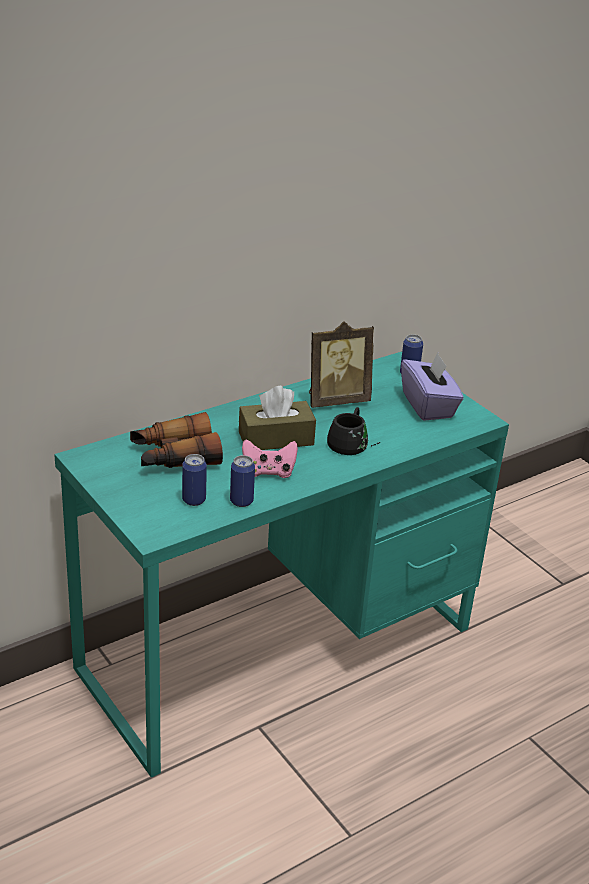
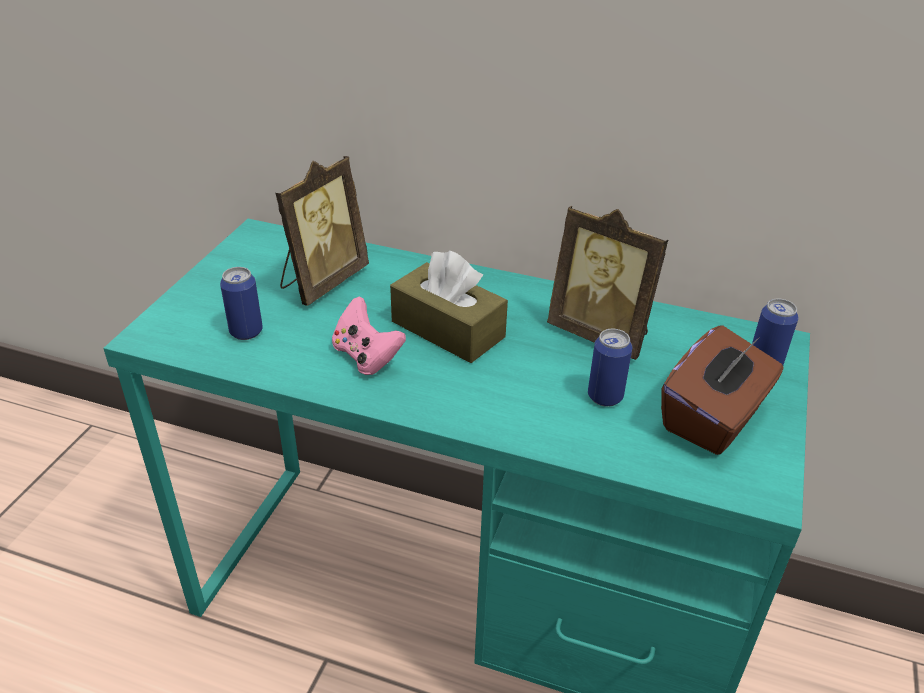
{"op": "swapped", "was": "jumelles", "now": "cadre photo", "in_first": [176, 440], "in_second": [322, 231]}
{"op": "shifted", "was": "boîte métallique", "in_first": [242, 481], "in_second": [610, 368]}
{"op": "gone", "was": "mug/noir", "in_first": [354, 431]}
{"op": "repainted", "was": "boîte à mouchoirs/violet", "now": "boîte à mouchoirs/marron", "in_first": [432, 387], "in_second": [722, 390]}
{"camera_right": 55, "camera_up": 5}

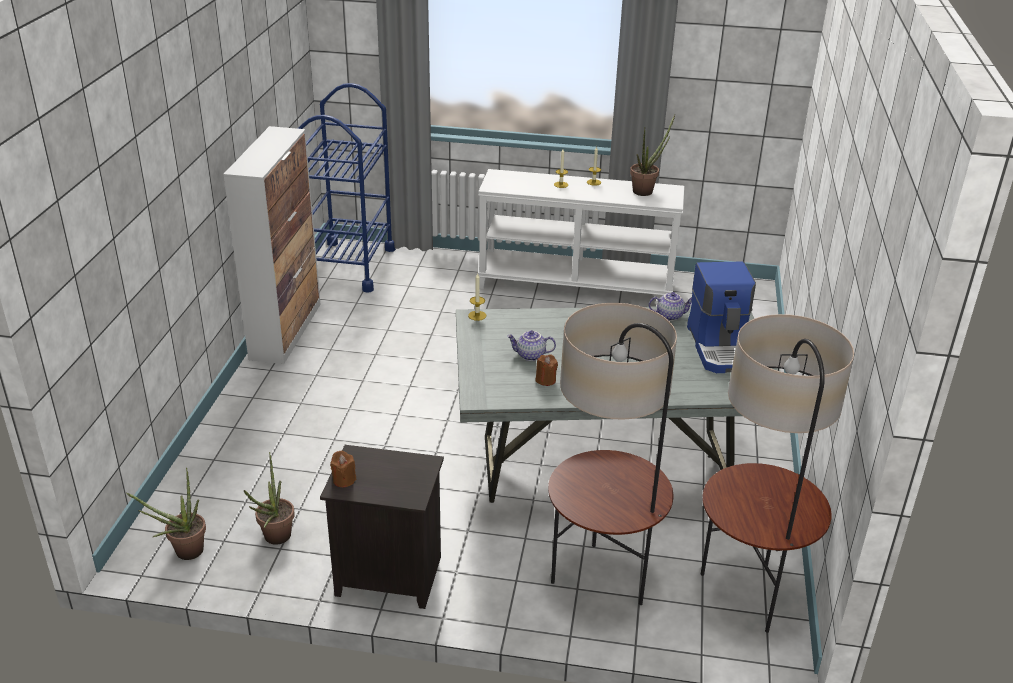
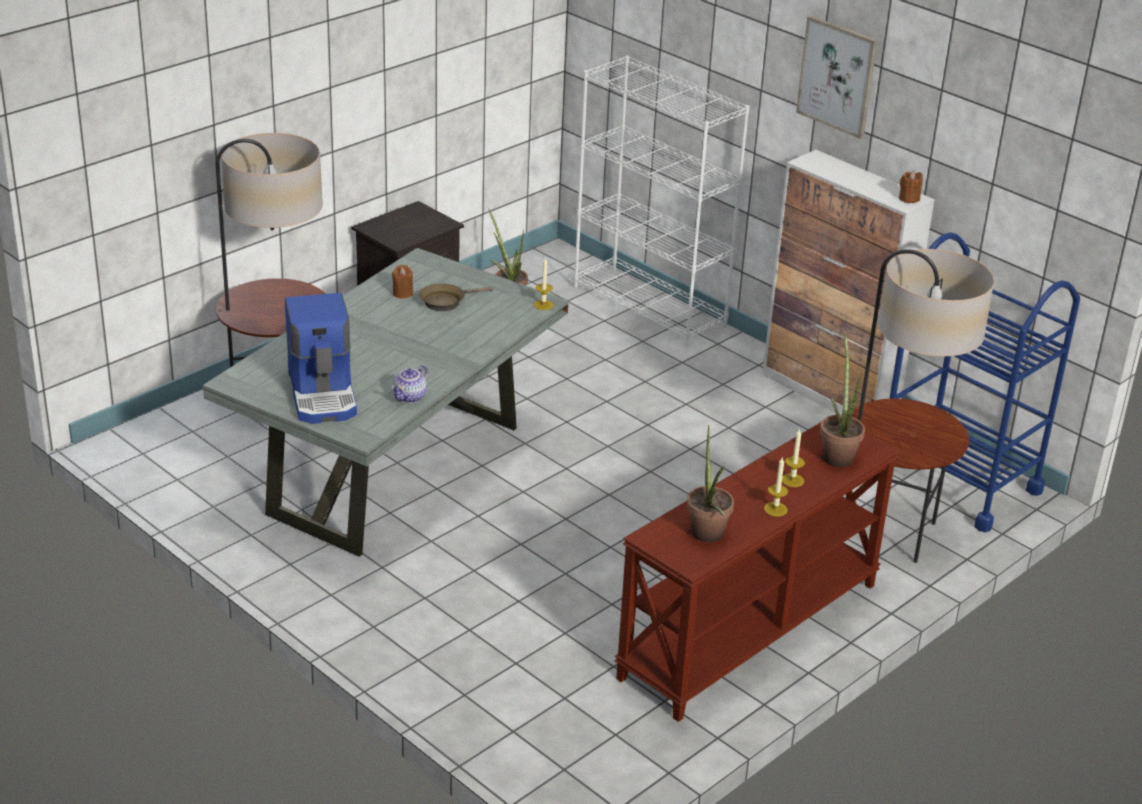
{"op": "shifted", "was": "plante en pot", "in_first": [166, 514], "in_second": [842, 400]}
{"op": "shifted", "was": "bougie/marron", "in_first": [343, 468], "in_second": [911, 187]}
{"op": "repainted", "was": "table console/blanc", "now": "table console/marron", "in_first": [581, 232], "in_second": [757, 572]}
{"op": "swapped", "was": "théière", "now": "poêle/marron", "in_first": [531, 345], "in_second": [456, 297]}
{"op": "rotated", "was": "machine à café", "in_first": [721, 317], "in_second": [321, 358], "clockwise": -135}
{"op": "shifted", "was": "lampadaire", "in_first": [777, 473], "in_second": [920, 406]}
{"op": "new", "now": "bibliothèque/blanc", "in_second": [662, 201]}
{"op": "new", "now": "tableau", "in_second": [837, 77]}
{"camera_right": 125, "camera_up": 0}

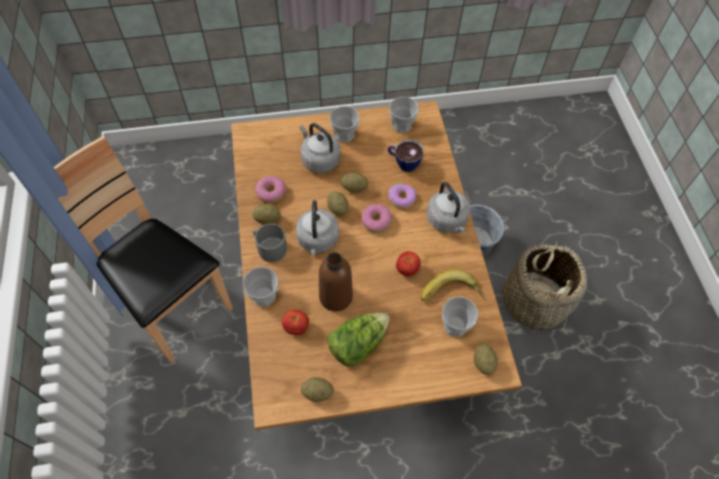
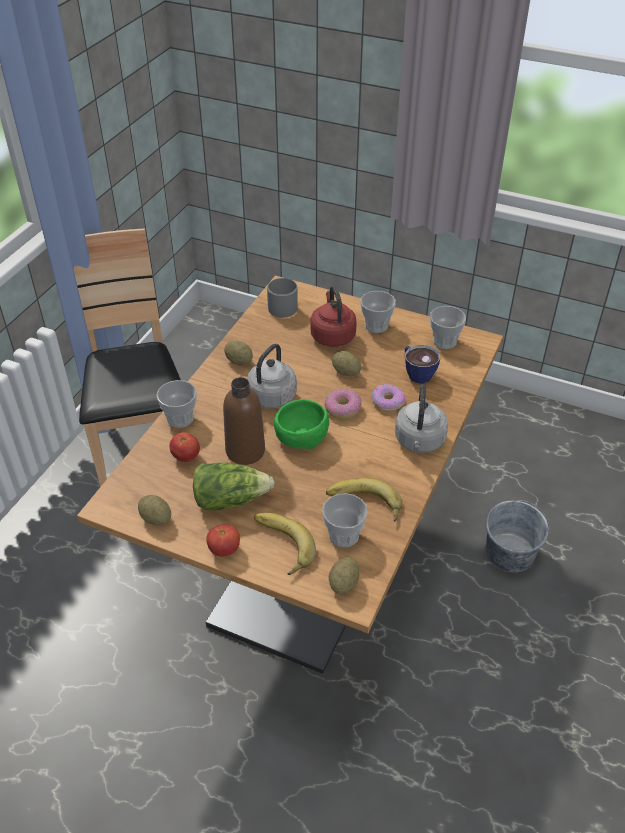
{"op": "shifted", "was": "mug/gris", "in_first": [270, 243], "in_second": [282, 298]}
{"op": "gone", "was": "beignet", "in_first": [270, 189]}
{"op": "repainted", "was": "bouilloire/gris", "now": "bouilloire/rouge", "in_first": [320, 148], "in_second": [333, 316]}
{"op": "gone", "was": "pomme de terre", "in_first": [338, 203]}
{"op": "shifted", "was": "tomate", "in_first": [408, 263], "in_second": [223, 540]}
{"op": "gone", "was": "panier", "in_first": [544, 287]}
{"op": "new", "now": "banane", "in_second": [285, 544]}
{"op": "new", "now": "bol/vert", "in_second": [301, 424]}
{"camera_right": 35, "camera_up": -15}

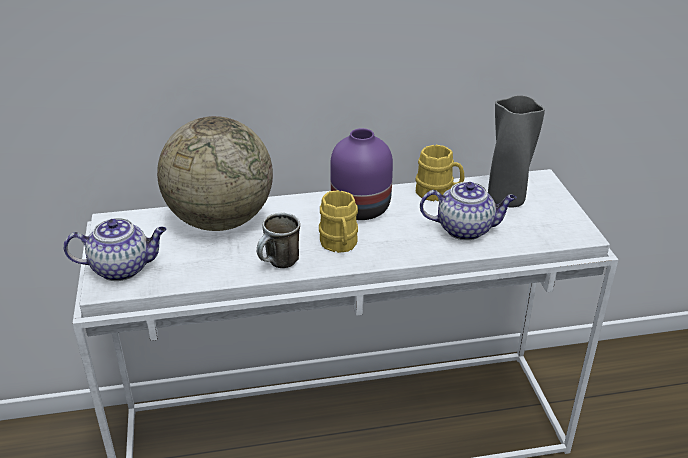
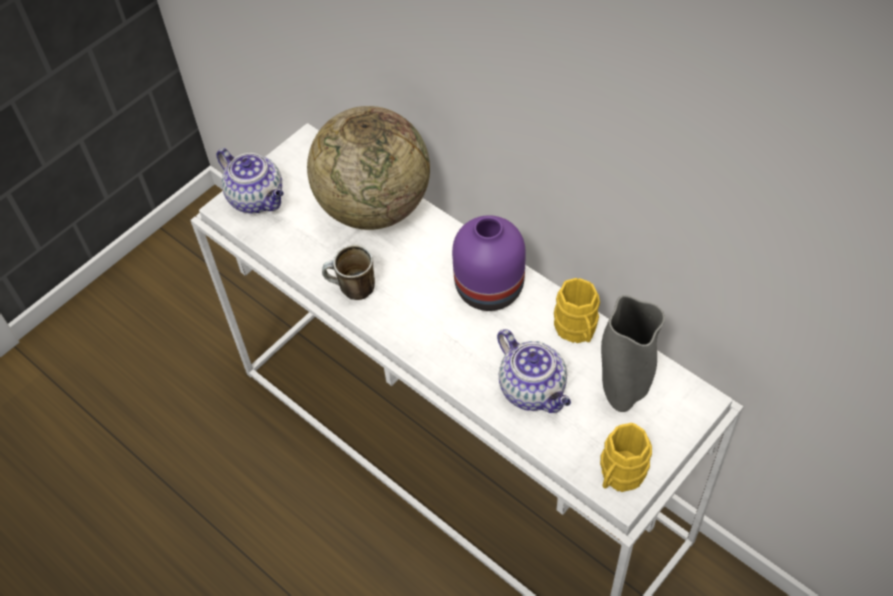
{"op": "shifted", "was": "mug/jaune", "in_first": [338, 221], "in_second": [626, 457]}
{"camera_right": 55, "camera_up": 20}

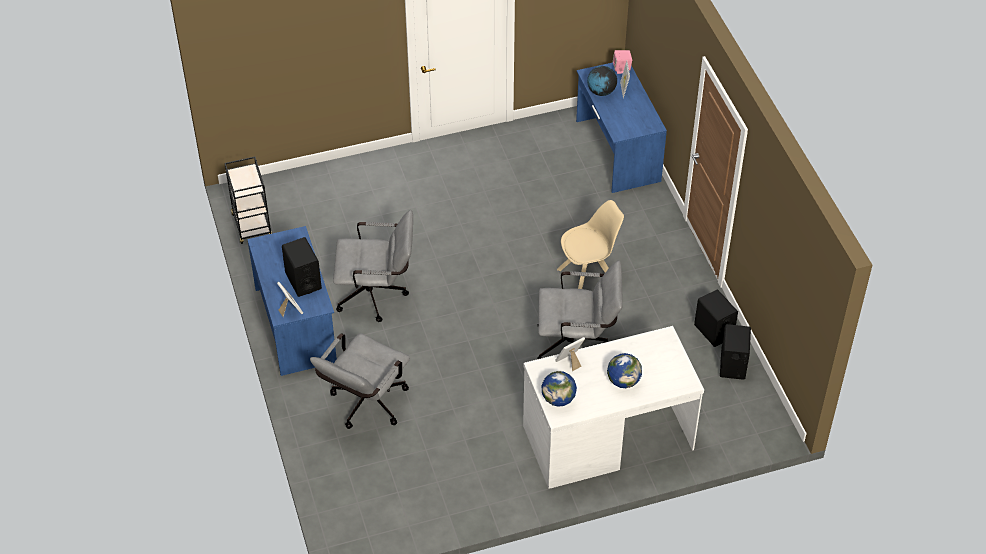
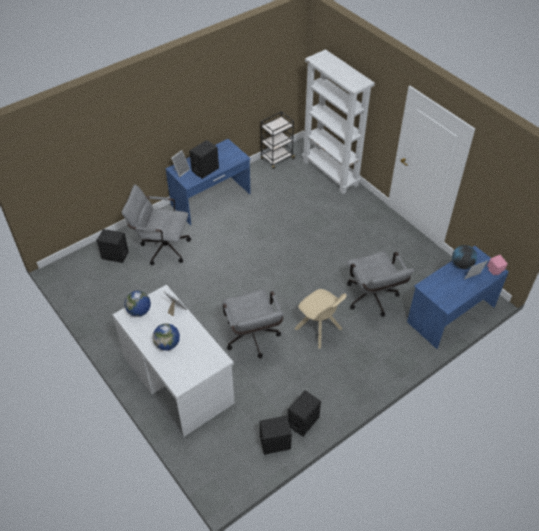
{"op": "shifted", "was": "chaise de bureau/gris", "in_first": [373, 266], "in_second": [381, 283]}
{"op": "new", "now": "enceinte/noir", "in_second": [112, 246]}
{"op": "new", "now": "bibliothèque/blanc", "in_second": [338, 121]}
{"camera_right": 70, "camera_up": 0}

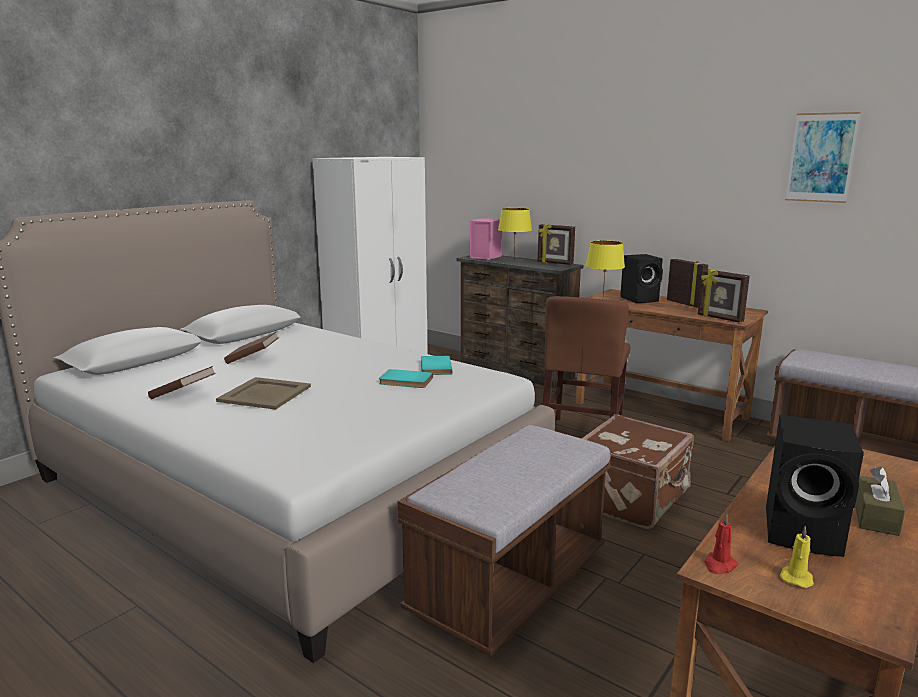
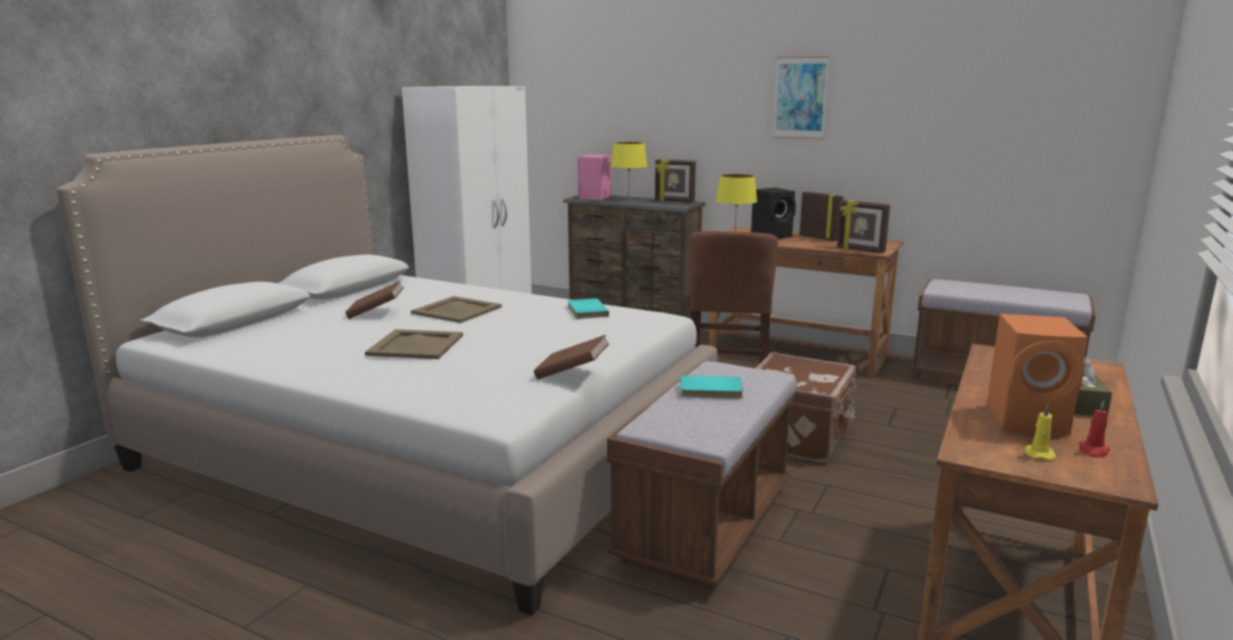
{"op": "shifted", "was": "livre/marron", "in_first": [182, 382], "in_second": [572, 357]}
{"op": "shifted", "was": "livre/turquoise", "in_first": [406, 378], "in_second": [711, 387]}
{"op": "shifted", "was": "bougie/rouge", "in_first": [721, 544], "in_second": [1094, 429]}
{"op": "repainted", "was": "enceinte/noir", "now": "enceinte/orange", "in_first": [815, 486], "in_second": [1037, 375]}
{"op": "shifted", "was": "tableau", "in_first": [823, 157], "in_second": [801, 97]}
{"op": "new", "now": "plateau/beige", "in_second": [456, 309]}
{"camera_right": -10, "camera_up": 0}

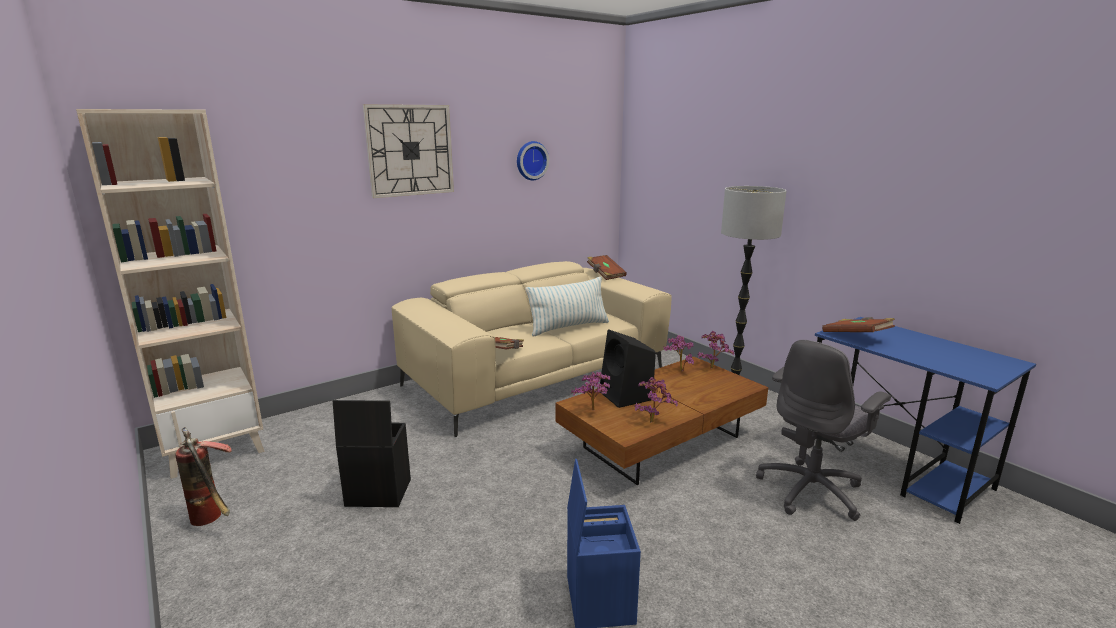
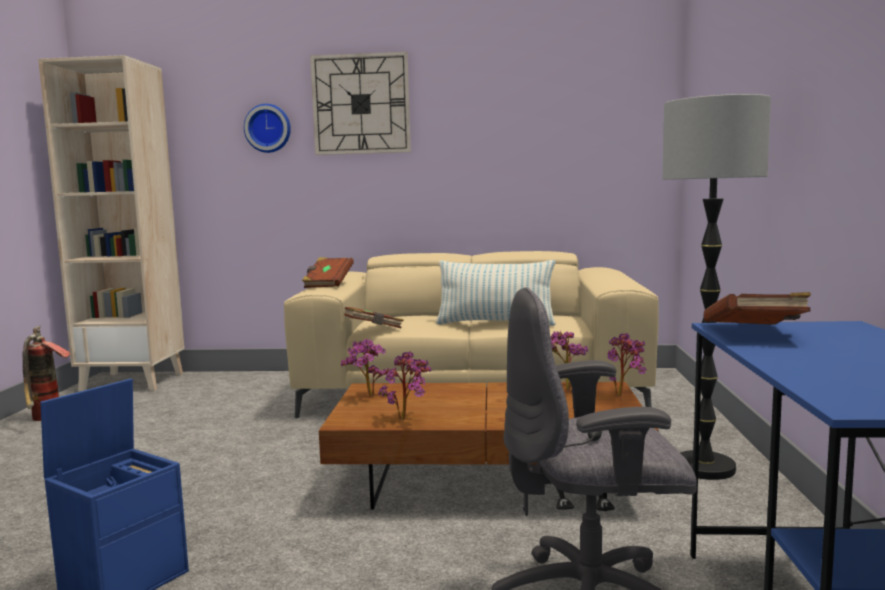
{"op": "gone", "was": "boîte de rangement/noir", "in_first": [372, 453]}
{"op": "shifted", "was": "horloge murale", "in_first": [533, 160], "in_second": [267, 128]}
{"op": "shifted", "was": "livre/marron", "in_first": [607, 267], "in_second": [328, 272]}
{"op": "gone", "was": "enceinte/noir", "in_first": [628, 368]}
{"camera_right": 40, "camera_up": -10}

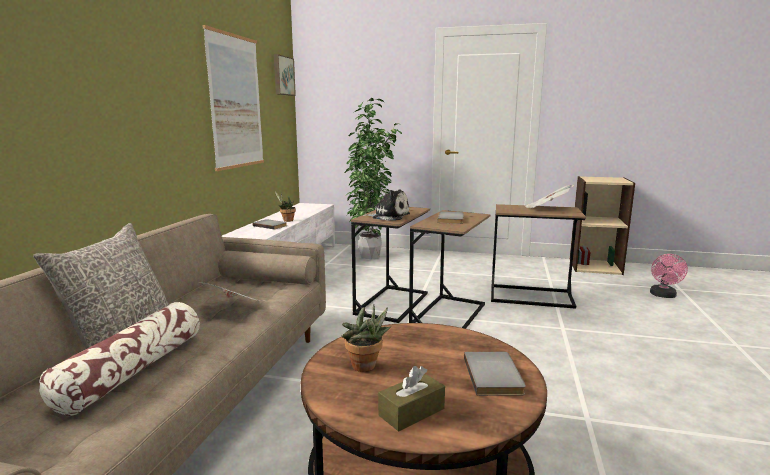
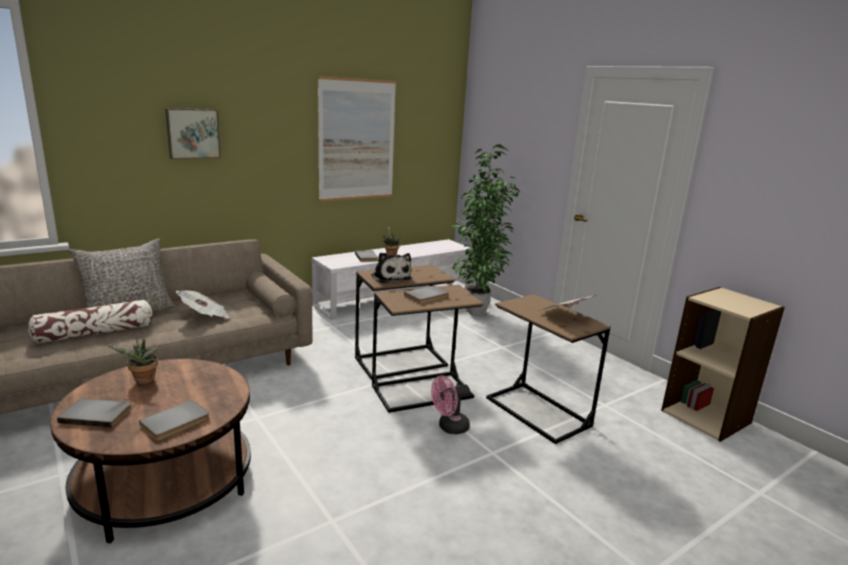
{"op": "shifted", "was": "tableau", "in_first": [285, 75], "in_second": [193, 133]}
{"op": "swapped", "was": "boîte à mouchoirs/marron", "now": "livre/gris", "in_first": [411, 398], "in_second": [94, 413]}
{"op": "shifted", "was": "ventilateur/rose", "in_first": [669, 276], "in_second": [450, 404]}
{"camera_right": 40, "camera_up": 5}

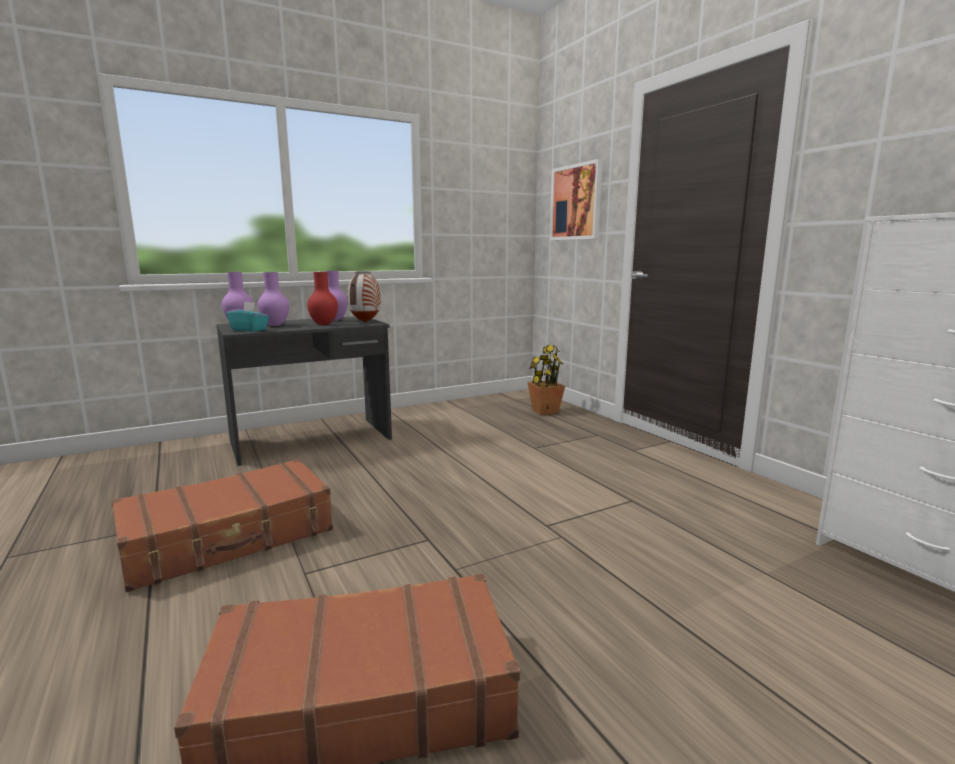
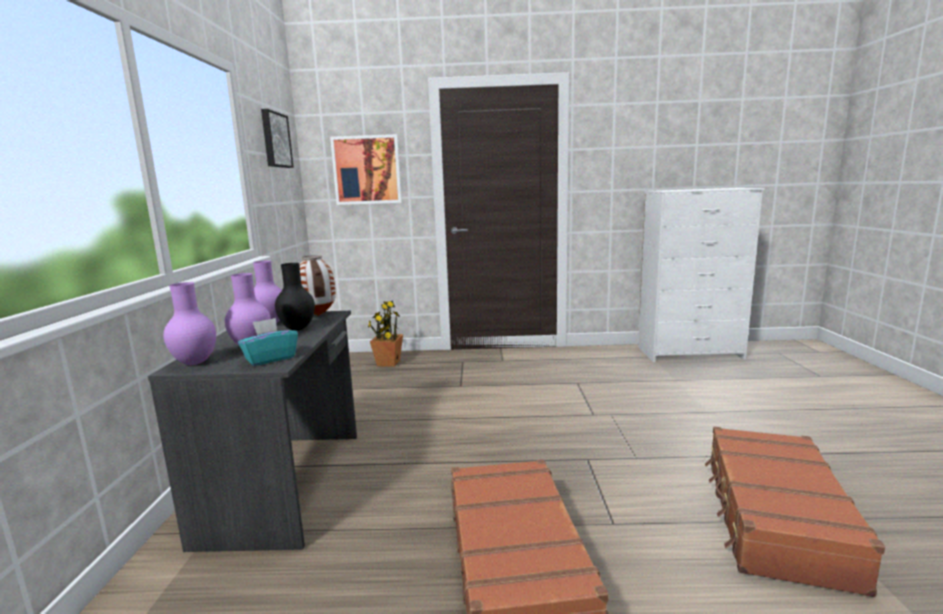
{"op": "repainted", "was": "vase/rouge", "now": "vase/noir", "in_first": [322, 298], "in_second": [295, 297]}
{"op": "new", "now": "tableau", "in_second": [277, 138]}
{"camera_right": -60, "camera_up": 0}

